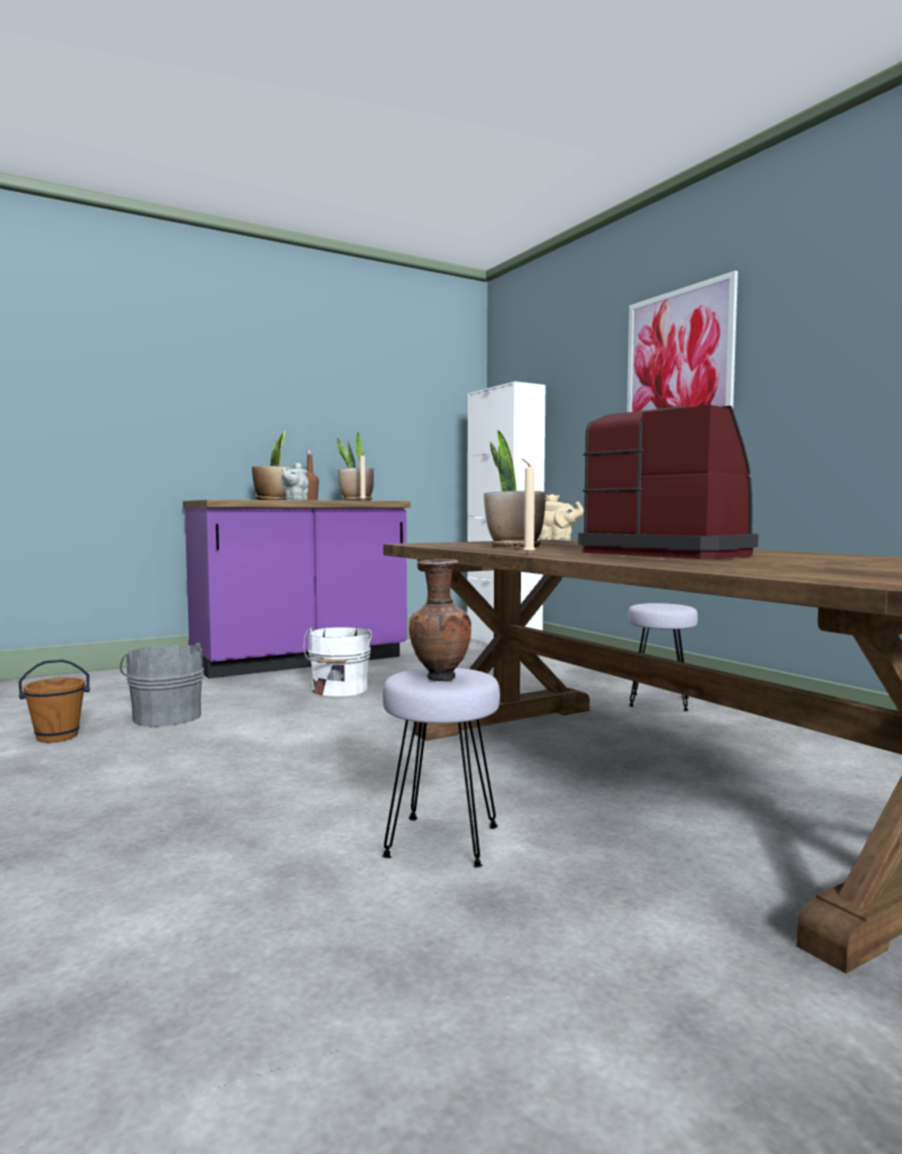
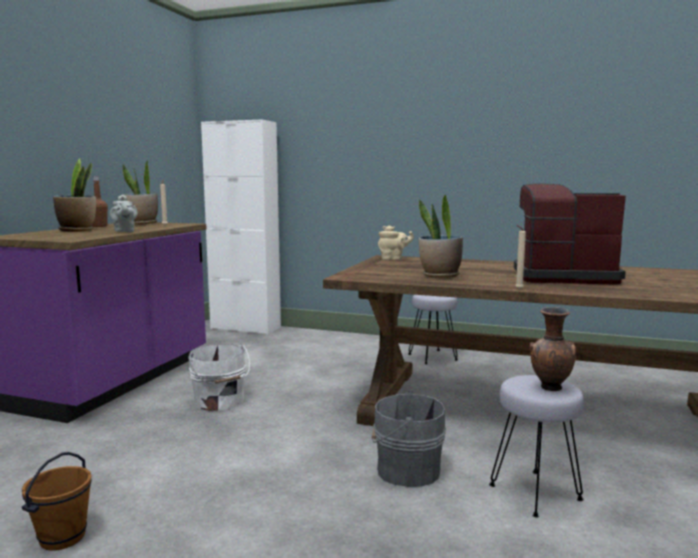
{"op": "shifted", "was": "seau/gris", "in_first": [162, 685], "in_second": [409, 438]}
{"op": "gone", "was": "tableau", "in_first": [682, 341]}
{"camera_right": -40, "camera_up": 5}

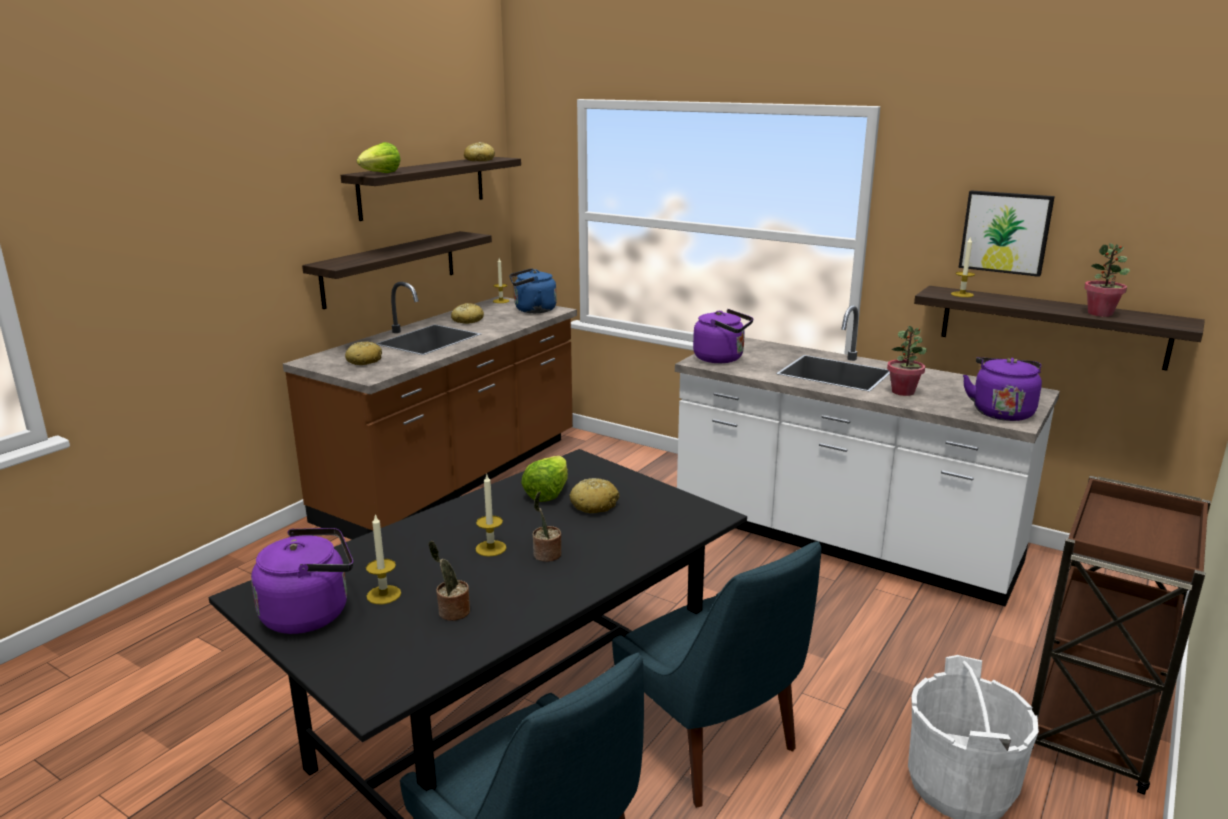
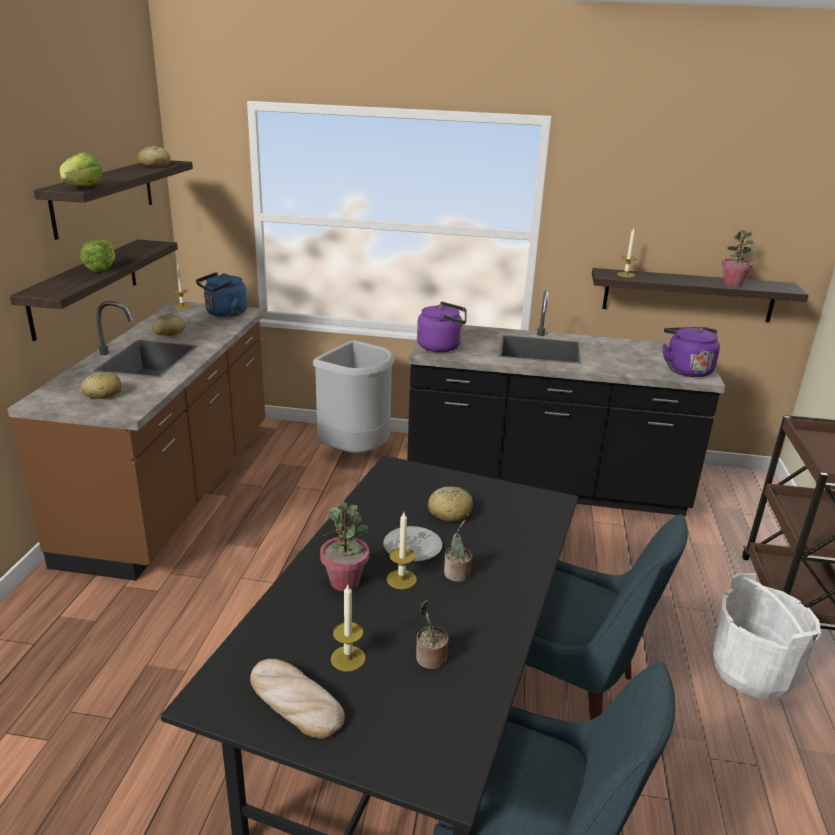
{"op": "swapped", "was": "bouilloire/violet", "now": "pain", "in_first": [302, 581], "in_second": [297, 699]}
{"op": "shifted", "was": "laitue", "in_first": [544, 479], "in_second": [97, 256]}
{"op": "repainted", "was": "comptoir de cuisine/blanc", "now": "comptoir de cuisine/noir", "in_first": [867, 456], "in_second": [566, 403]}
{"op": "shifted", "was": "plante en pot", "in_first": [907, 361], "in_second": [344, 546]}
{"op": "gone", "was": "tableau", "in_first": [1007, 233]}
{"op": "new", "now": "poubelle/gris", "in_second": [353, 396]}
{"op": "new", "now": "assiette", "in_second": [412, 544]}
{"camera_right": -25, "camera_up": 5}

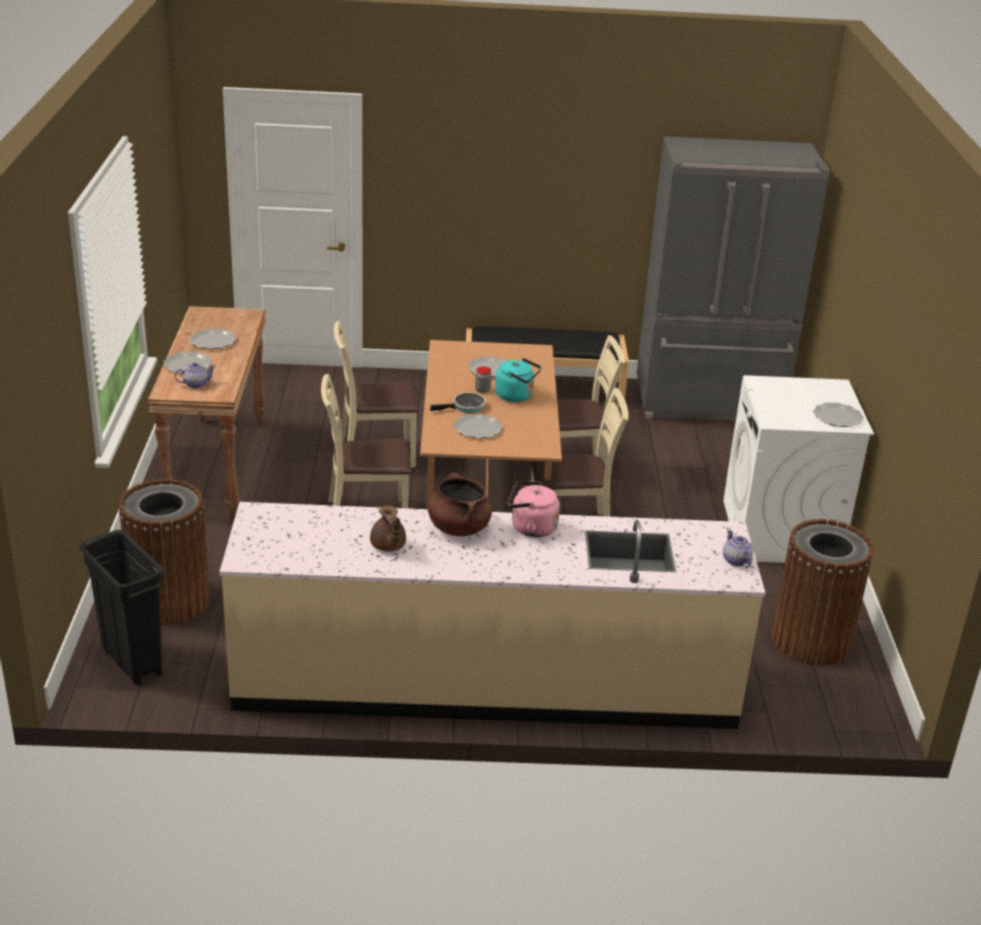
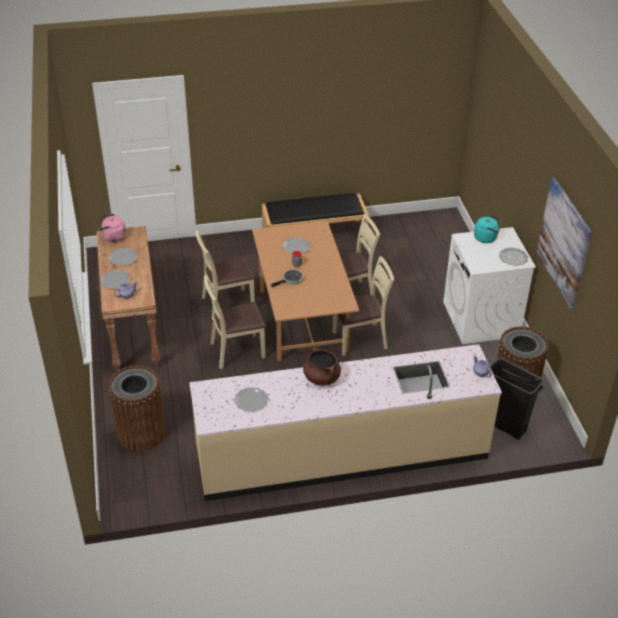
{"op": "shifted", "was": "poubelle/noir", "in_first": [121, 607], "in_second": [517, 399]}
{"op": "gone", "was": "théière/marron", "in_first": [388, 528]}
{"op": "shifted", "was": "assiette", "in_first": [478, 426], "in_second": [251, 399]}
{"op": "shifted", "was": "bouilloire/turquoise", "in_first": [518, 380], "in_second": [488, 229]}
{"op": "shifted", "was": "bouilloire/rose", "in_first": [533, 509], "in_second": [112, 228]}
{"op": "gone", "was": "réfrigérateur/gris", "in_first": [733, 278]}
{"op": "new", "now": "tableau", "in_second": [564, 243]}
{"camera_right": -10, "camera_up": 10}

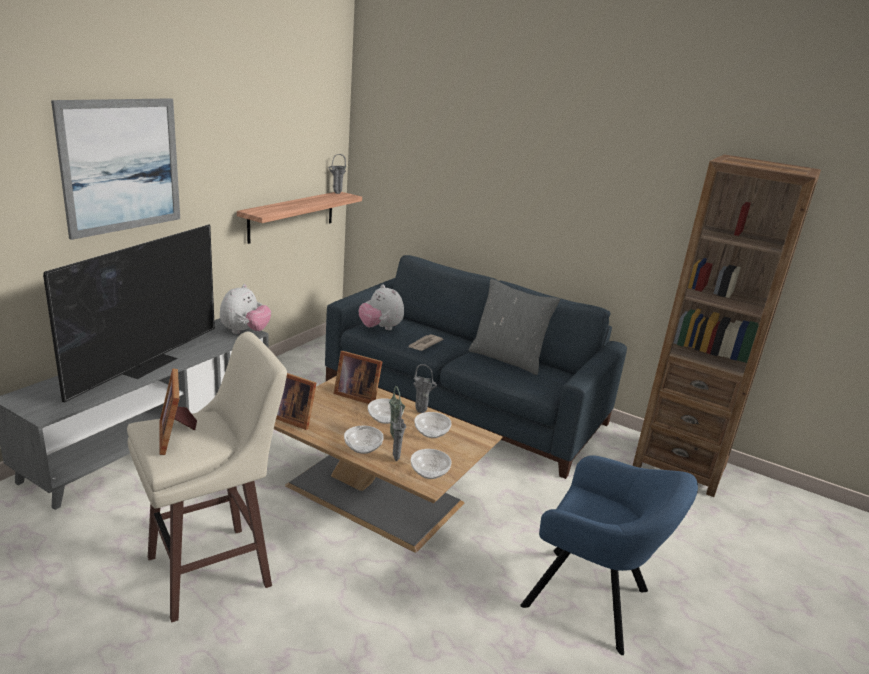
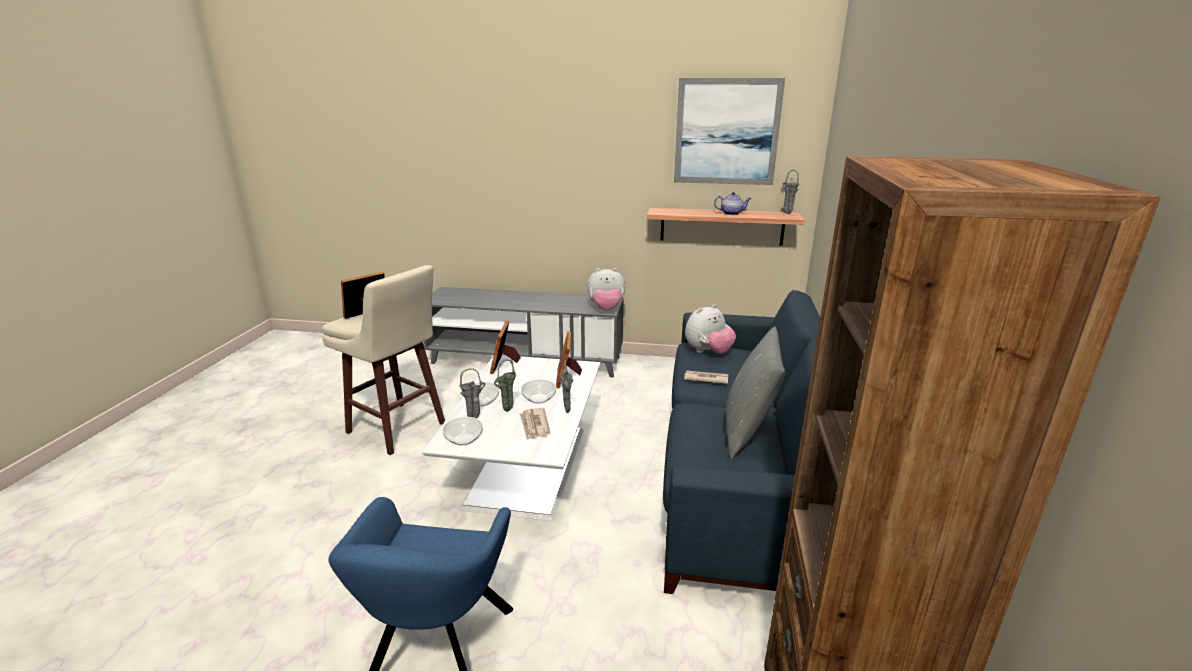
{"op": "gone", "was": "téléviseur", "in_first": [129, 313]}
{"op": "shifted", "was": "tableau", "in_first": [115, 169], "in_second": [729, 131]}
{"op": "repainted", "was": "table basse/marron", "now": "table basse/blanc", "in_first": [388, 464], "in_second": [511, 438]}
{"op": "rotated", "was": "peluche", "in_first": [381, 307], "in_second": [710, 329], "clockwise": -150}
{"op": "swapped", "was": "bol", "now": "journal", "in_first": [432, 425], "in_second": [535, 424]}
{"op": "new", "now": "théière", "in_second": [732, 203]}
{"camera_right": 70, "camera_up": 0}

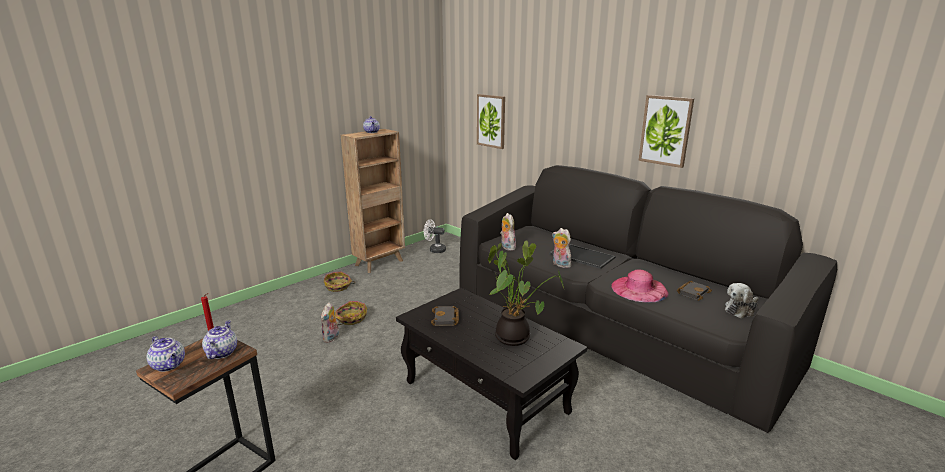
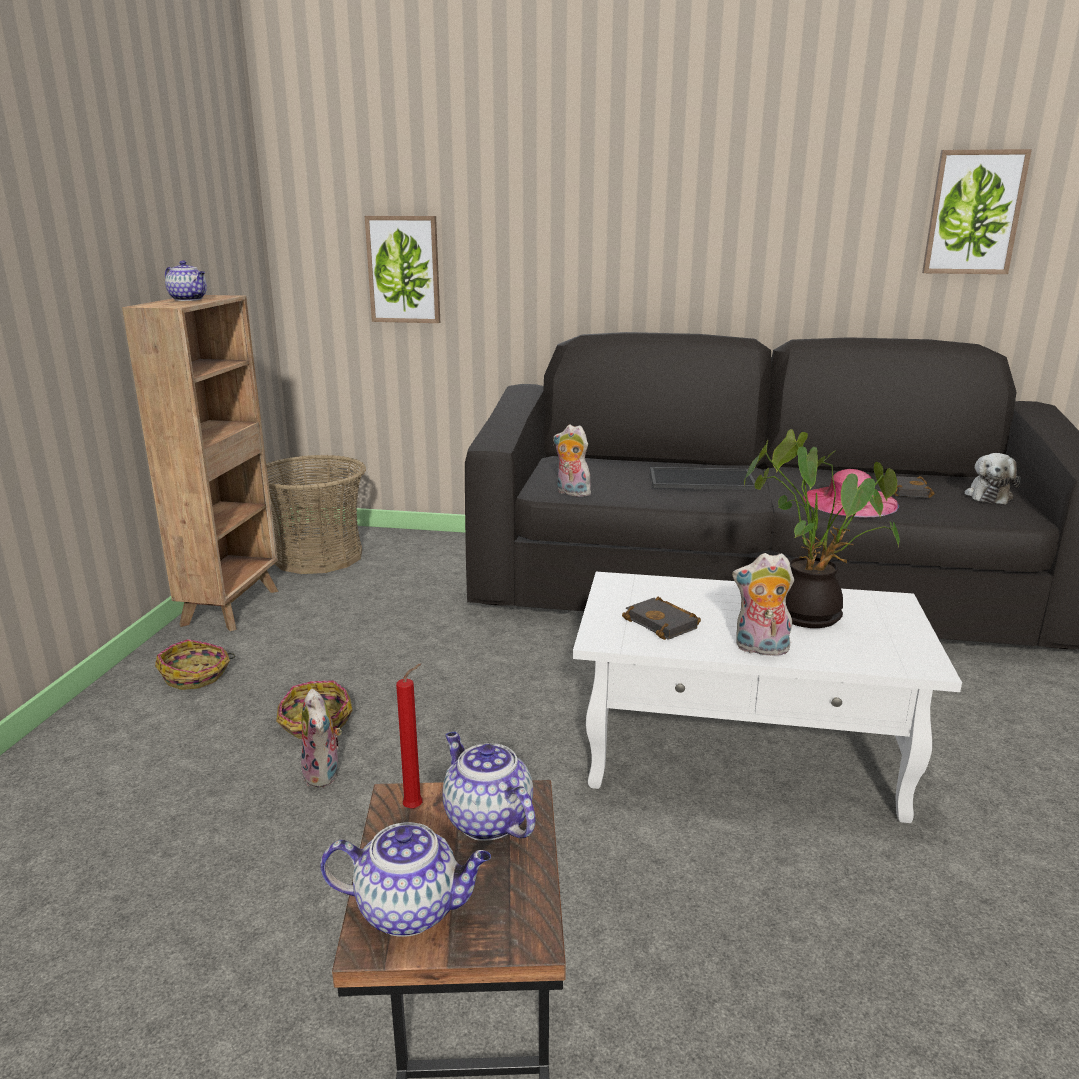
{"op": "repainted", "was": "table basse/noir", "now": "table basse/blanc", "in_first": [491, 374], "in_second": [767, 697]}
{"op": "swapped", "was": "ventilateur/blanc", "now": "panier", "in_first": [435, 236], "in_second": [316, 514]}
{"op": "shifted", "was": "peluche", "in_first": [561, 248], "in_second": [763, 604]}
{"op": "shifted", "was": "tableau", "in_first": [666, 131], "in_second": [977, 211]}
{"camera_right": -35, "camera_up": 0}

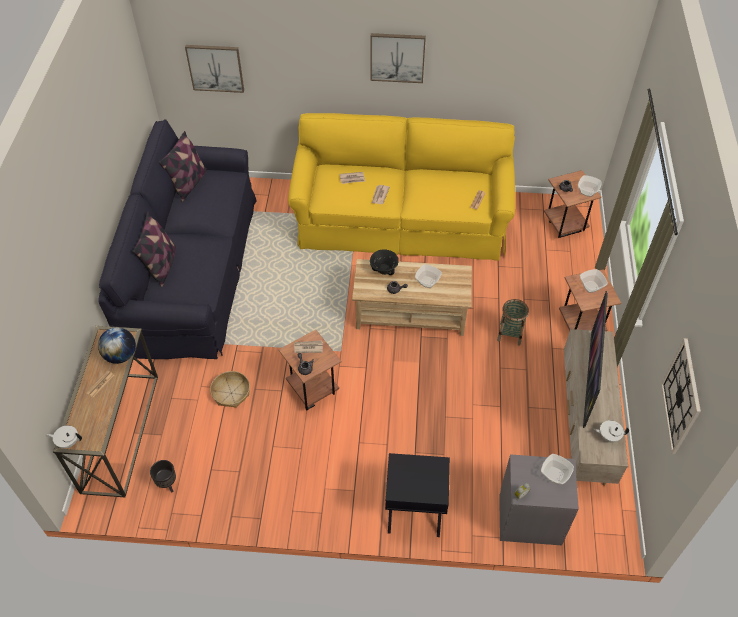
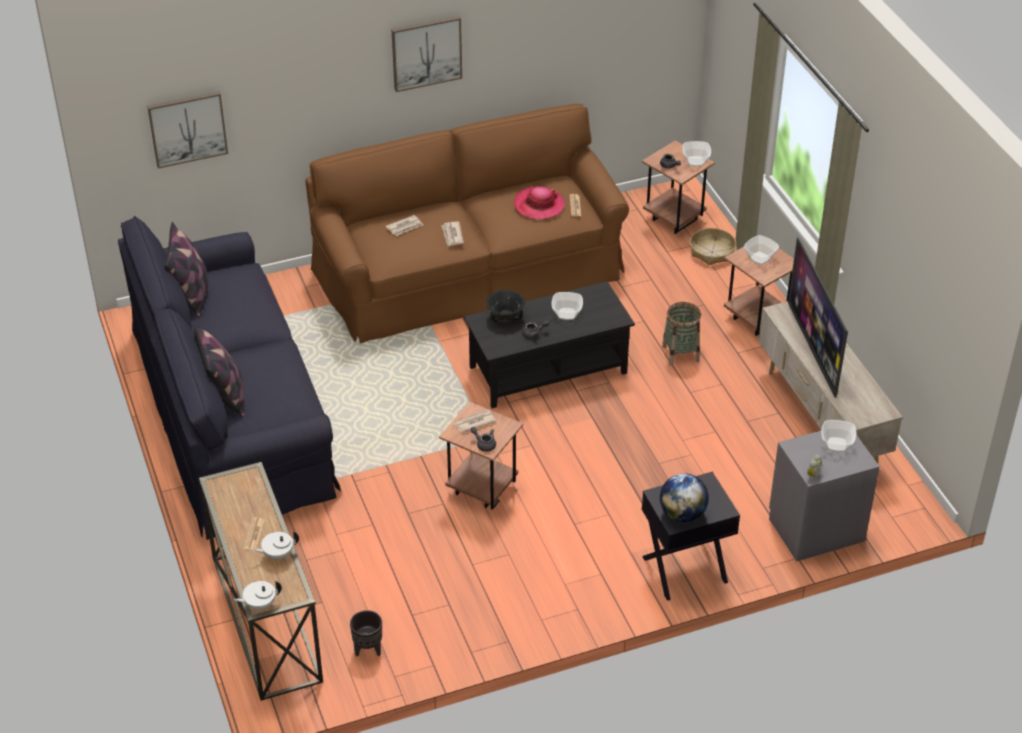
{"op": "shifted", "was": "globe", "in_first": [117, 345], "in_second": [684, 497]}
{"op": "shifted", "was": "panier", "in_first": [230, 389], "in_second": [713, 246]}
{"op": "repainted", "was": "canapé/jaune", "now": "canapé/marron", "in_first": [401, 187], "in_second": [467, 224]}
{"op": "repainted", "was": "table basse/beige", "now": "table basse/noir", "in_first": [412, 297], "in_second": [549, 344]}
{"op": "shifted", "was": "théière/blanc", "in_first": [611, 431], "in_second": [276, 545]}
{"op": "gone", "was": "horloge murale", "in_first": [681, 396]}
{"op": "new", "now": "chapeau", "in_second": [539, 203]}
{"camera_right": -25, "camera_up": -10}

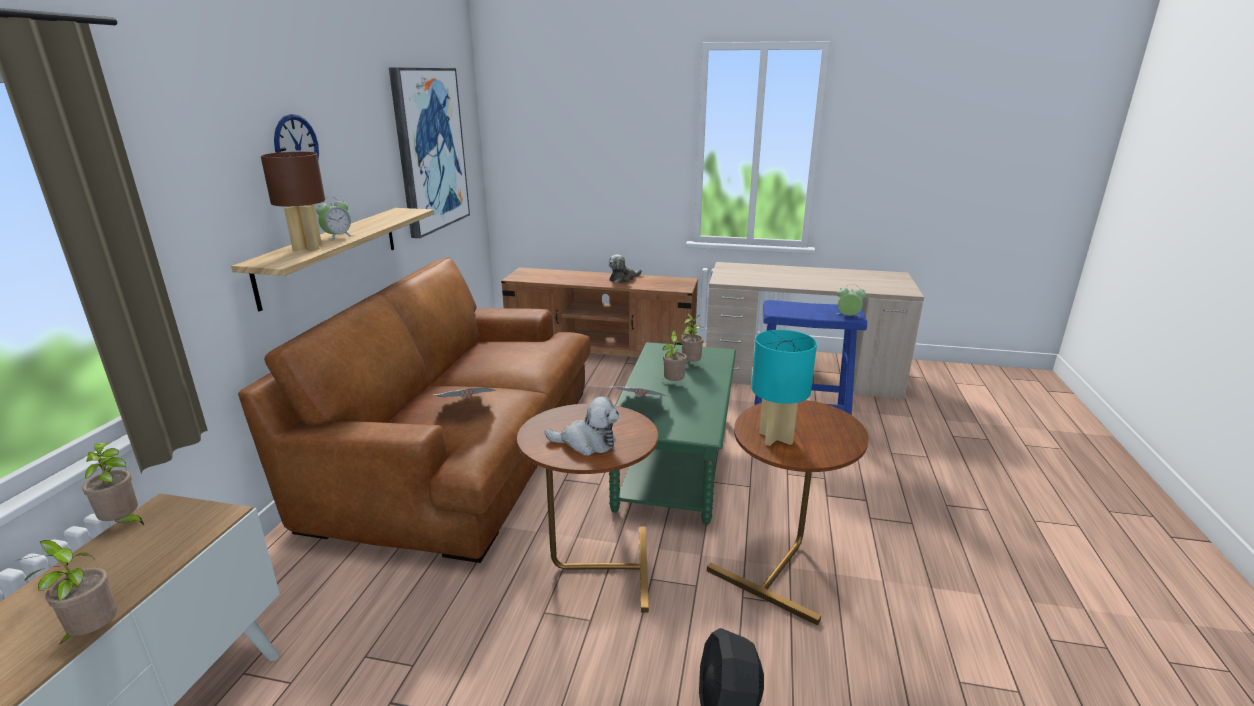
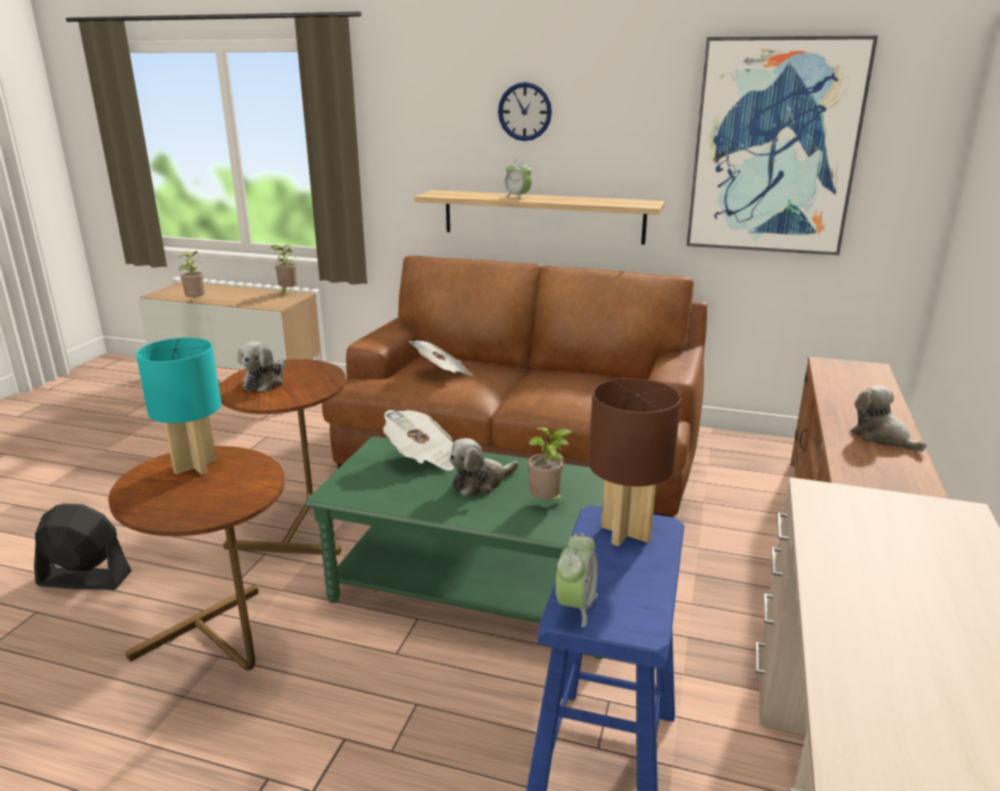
{"op": "shifted", "was": "lampe de table/marron", "in_first": [293, 202], "in_second": [635, 462]}
{"op": "swapped", "was": "plante en pot", "now": "peluche", "in_first": [674, 355], "in_second": [483, 467]}
{"camera_right": 95, "camera_up": 0}

